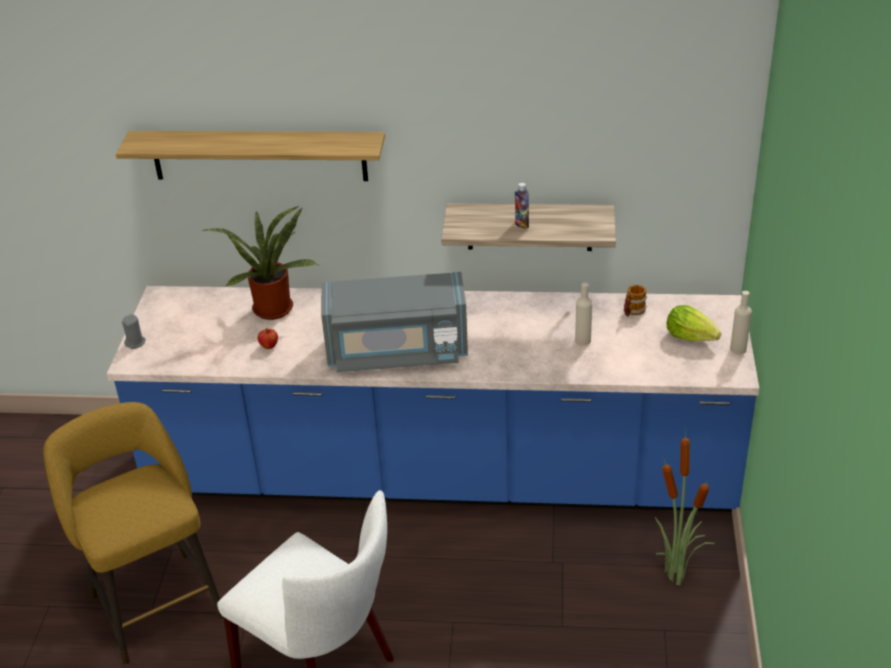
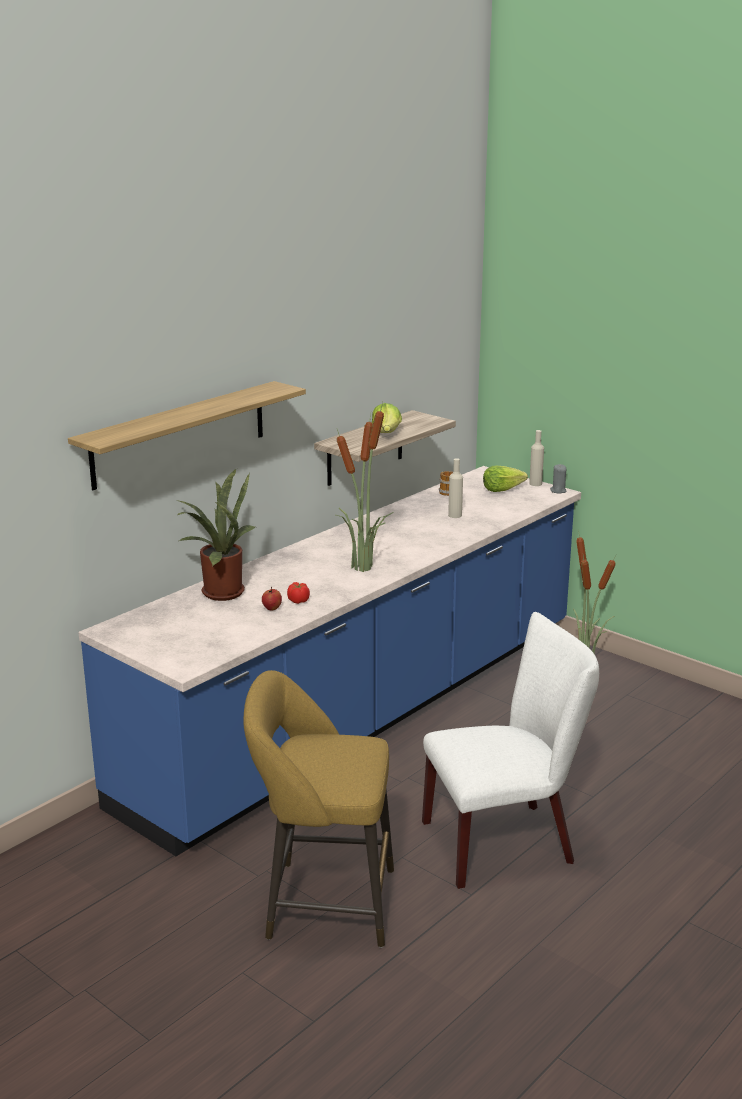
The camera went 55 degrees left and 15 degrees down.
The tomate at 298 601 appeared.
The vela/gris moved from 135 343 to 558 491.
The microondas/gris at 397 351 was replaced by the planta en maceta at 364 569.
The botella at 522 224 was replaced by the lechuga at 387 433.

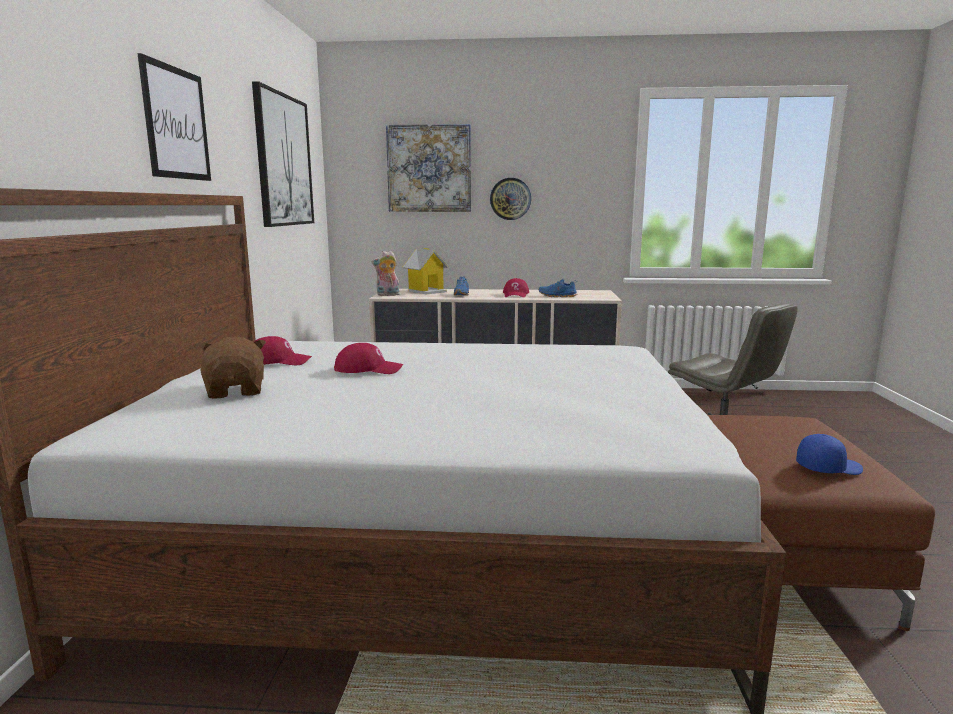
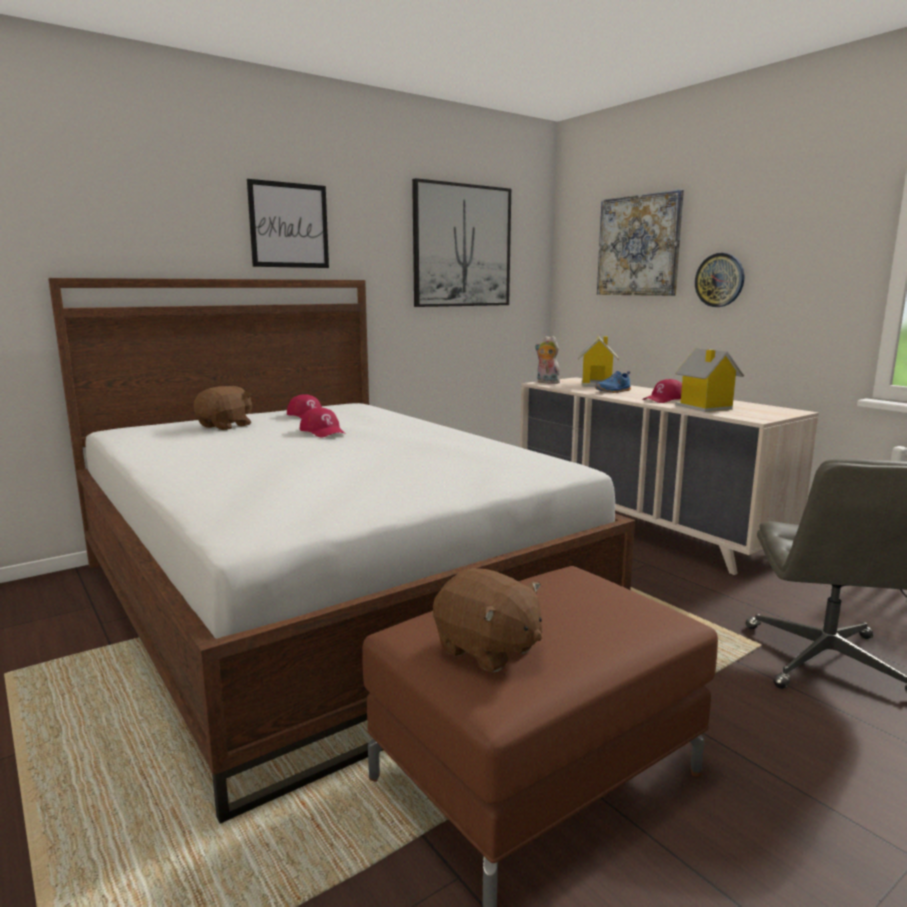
The camera went 50 degrees right and 0 degrees up.
The zapato/azul at 557 296 was replaced by the casita at 704 407.
The gorra/azul at 828 467 was replaced by the peluche/marrón at 487 649.

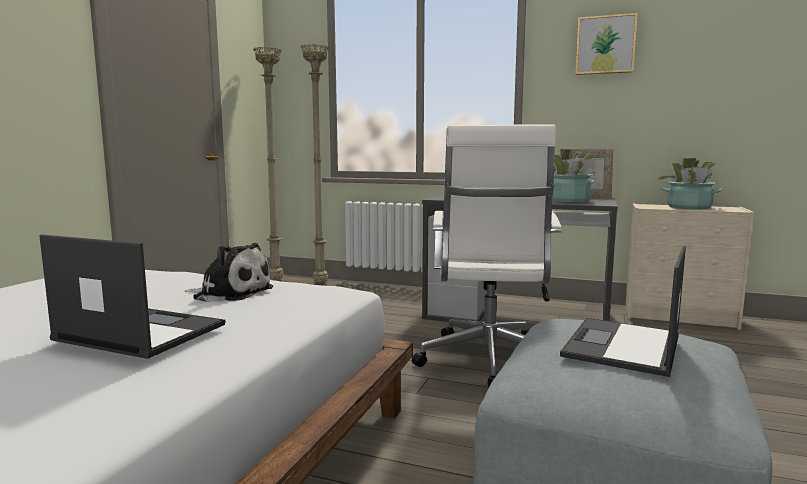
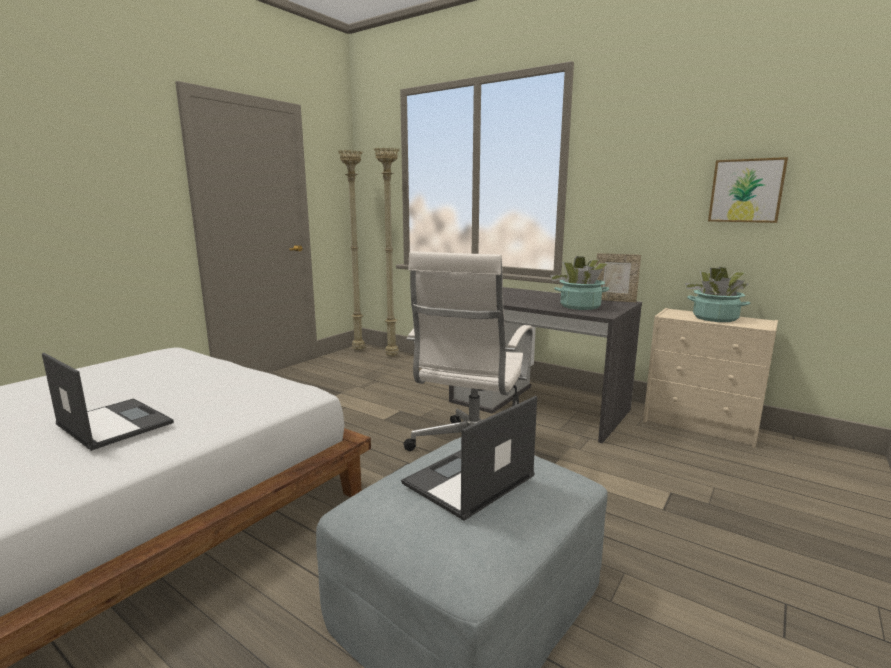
The camera went 15 degrees right and 5 degrees up.
The peluche at 230 294 disappeared.
The cuadro moved from 605 45 to 746 191.

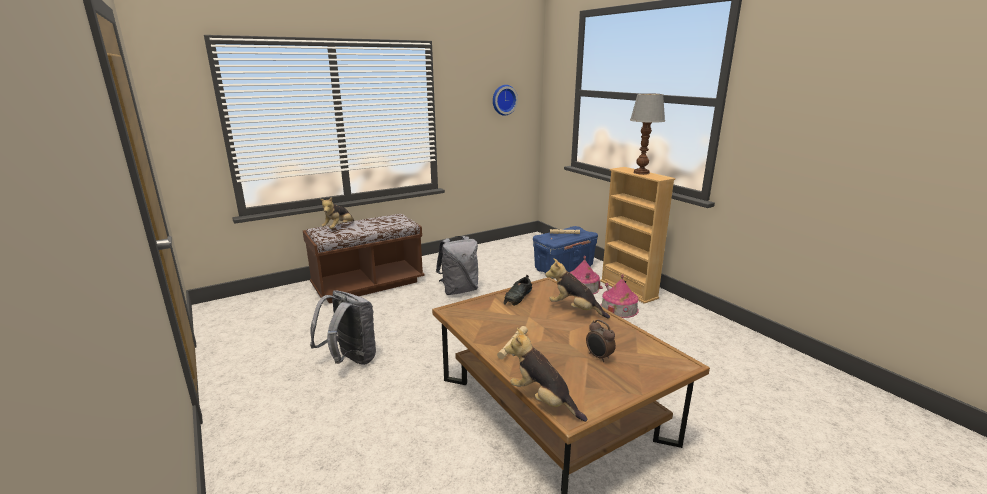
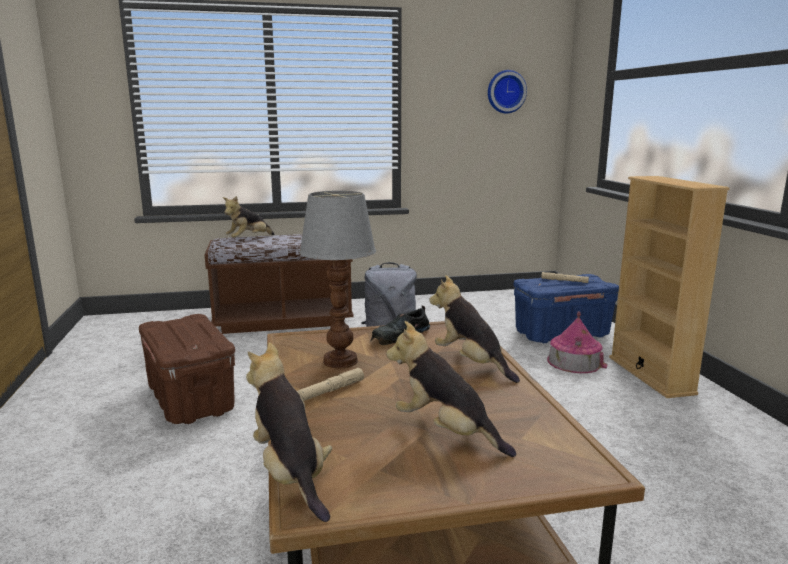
The camera went 20 degrees right and 5 degrees down.
The casita at 619 308 disappeared.
The lámpara de mesa moved from 642 172 to 341 361.
The mochila/gris at 350 360 was replaced by the caja de almacenaje/marrón at 190 399.
The despertador at 598 357 was replaced by the peluche at 446 432.

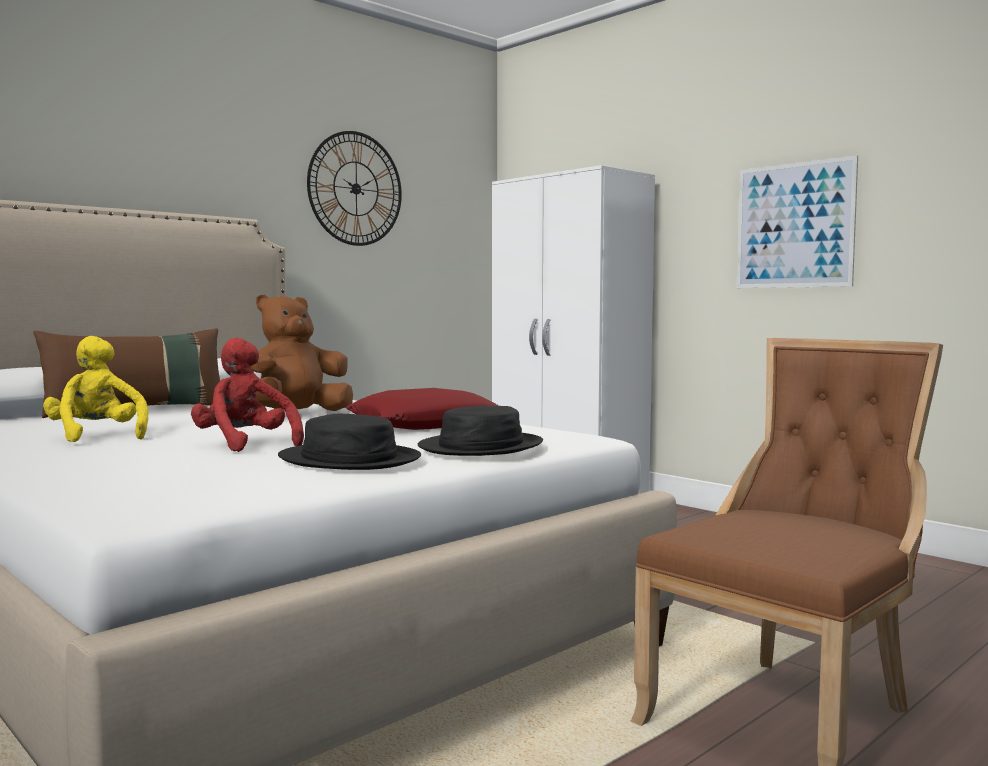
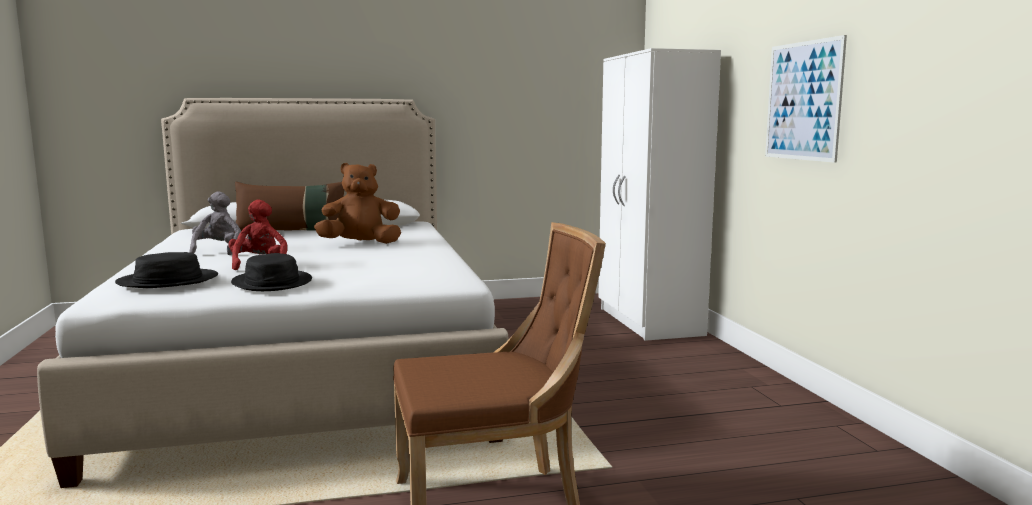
The camera went 30 degrees right and 5 degrees up.
The reloj de pared at 356 189 disappeared.
The cojín/rojo at 424 423 disappeared.
The sombrero/negro moved from 481 447 to 168 281.
The peluche/amarillo at 97 436 became the peluche/gris at 218 251.

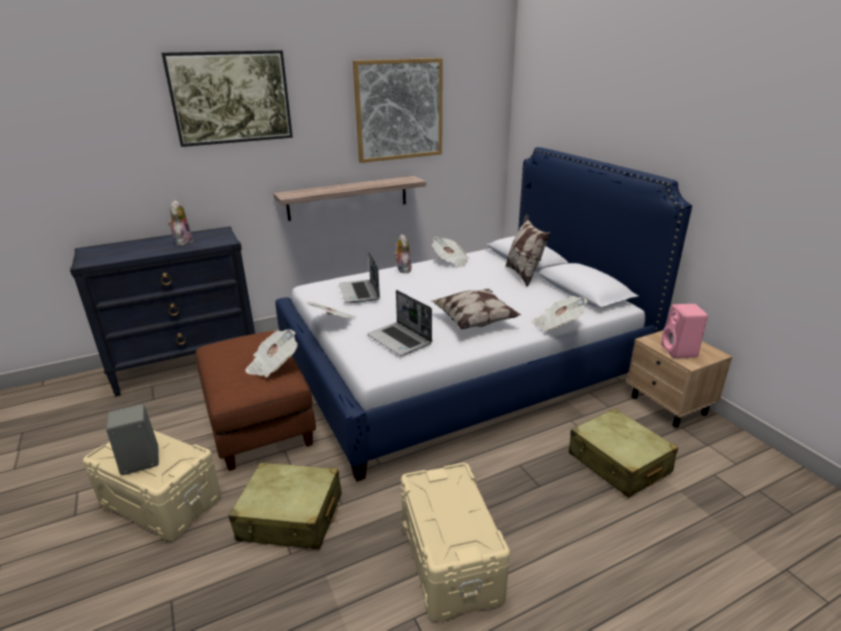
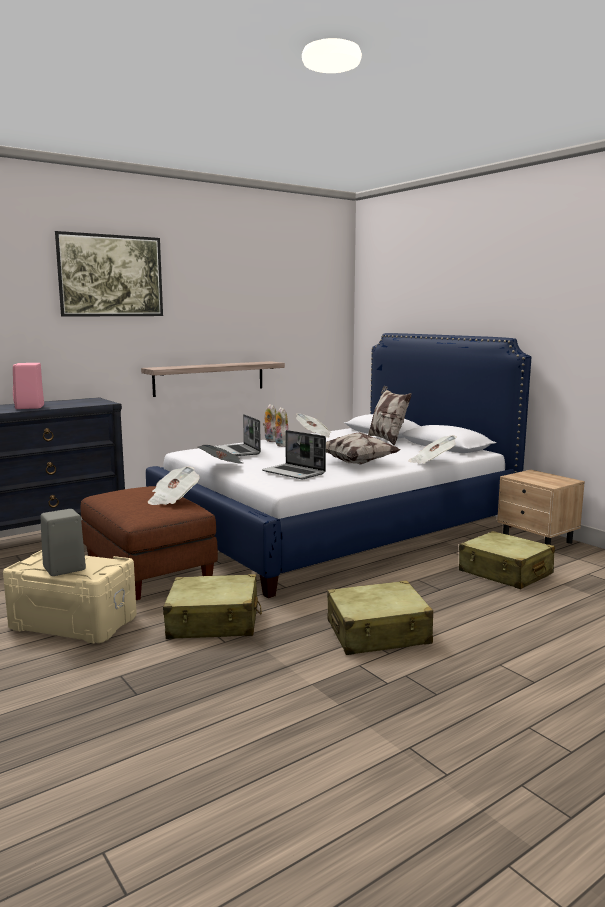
The camera went 10 degrees left and 15 degrees down.
The cuadro at 399 110 disappeared.
The peluche moved from 182 242 to 280 445.
The altavoz/rosa moved from 679 351 to 30 407.
The caja de almacenaje/beis at 451 559 was replaced by the maleta/beis at 378 633.

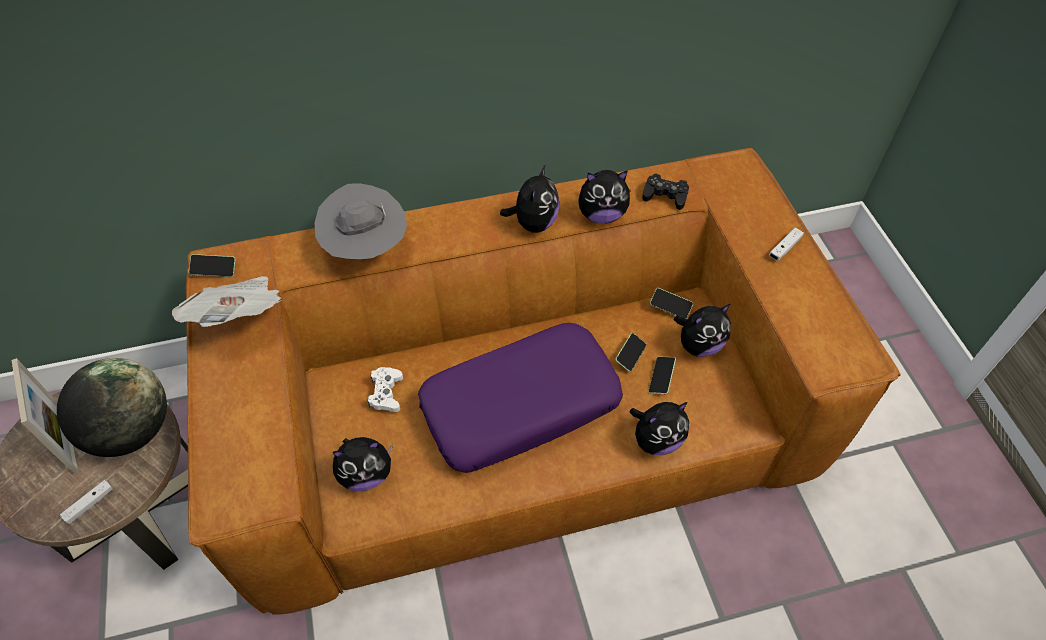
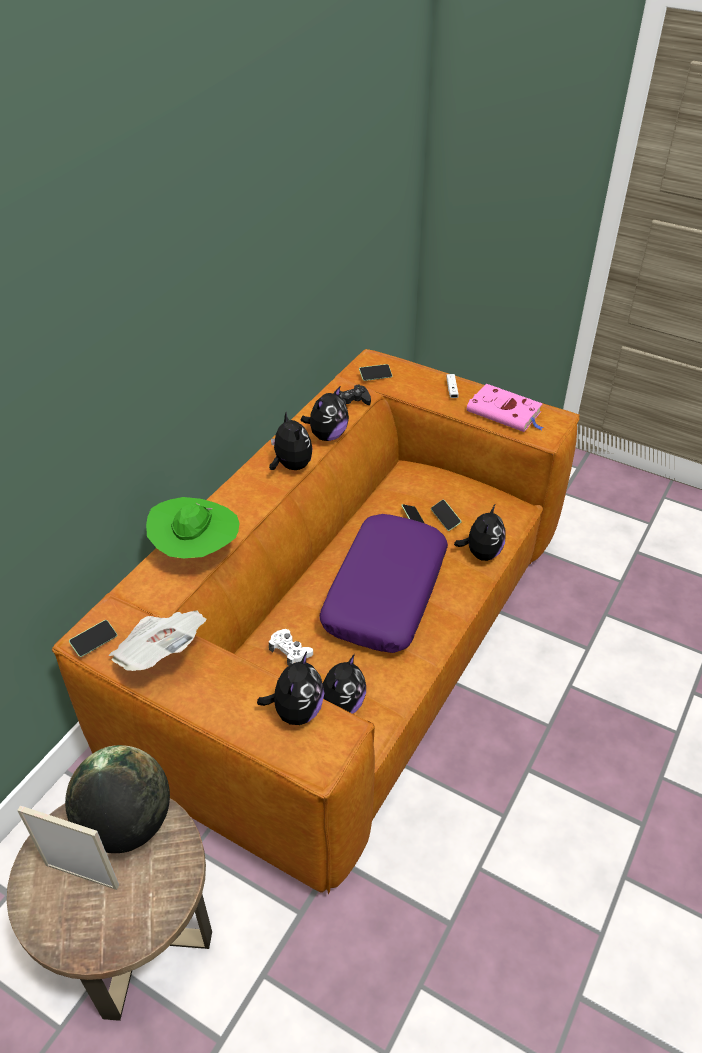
The camera went 45 degrees left and 10 degrees down.
The mando de consola/blanco at 90 504 disappeared.
The libro/rosa at 506 413 appeared.
The móvil moved from 670 307 to 375 376.
The peluche moved from 699 345 to 296 711.
The sombrero/gris at 366 249 became the sombrero/verde at 197 552.

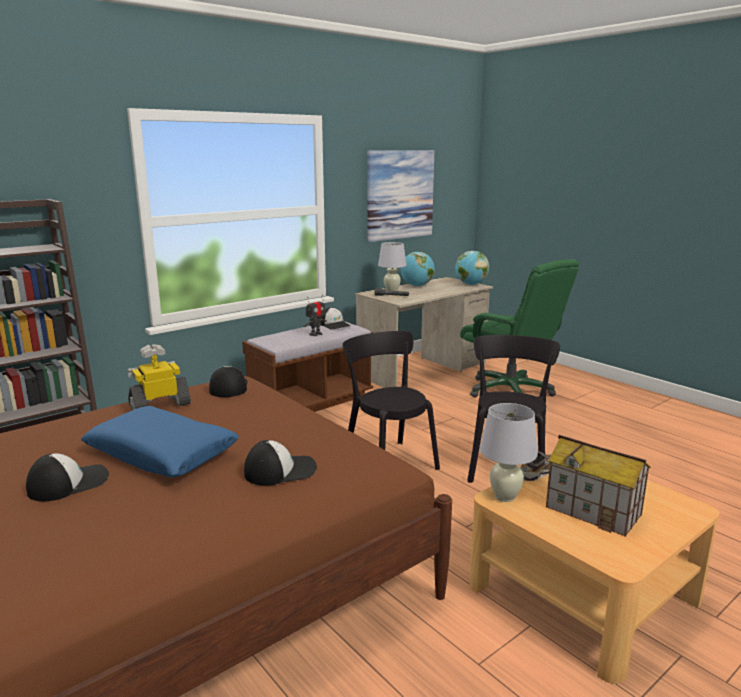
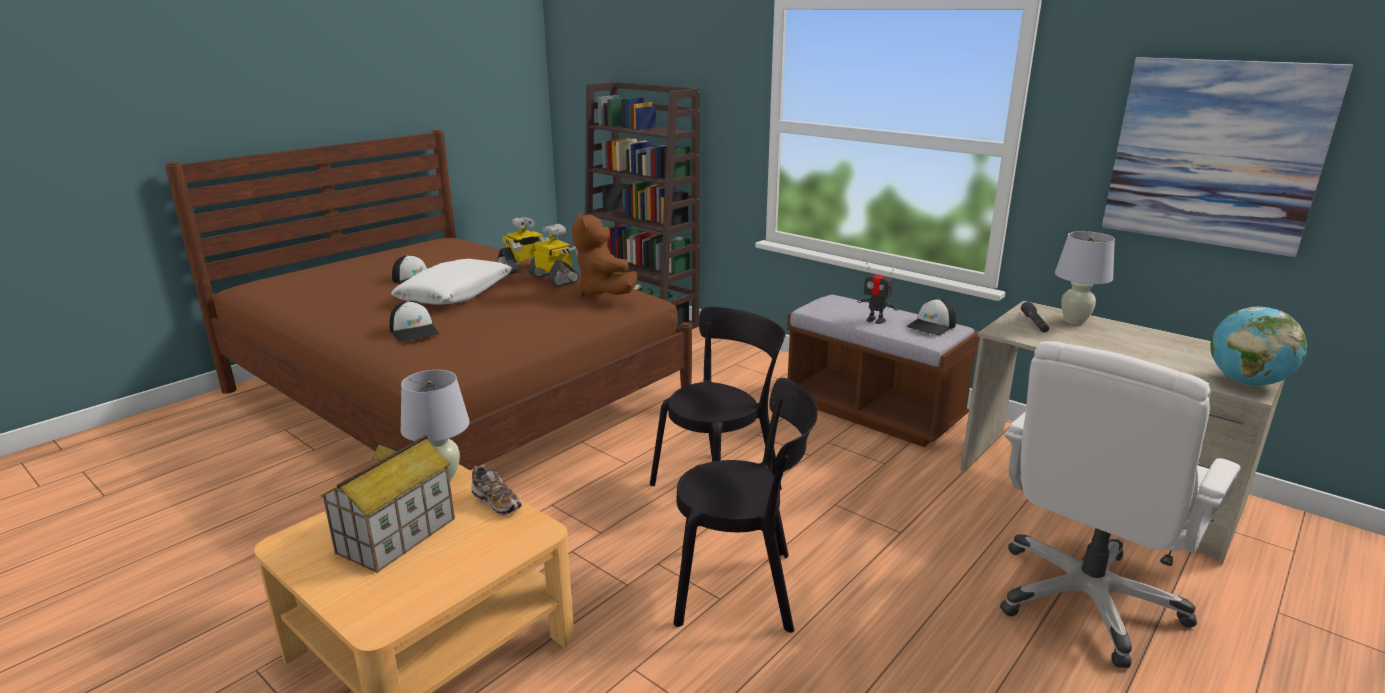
The camera went 80 degrees right and 5 degrees up.
The globo terráqueo at 417 286 disappeared.
The robot de juguete at 525 268 appeared.
The gorra at 228 387 was replaced by the peluche/marrón at 604 293.
The cojín/azul at 162 453 became the cojín/blanco at 456 294.
The silla de oficina/verde at 510 391 became the silla de oficina/blanco at 1086 600.

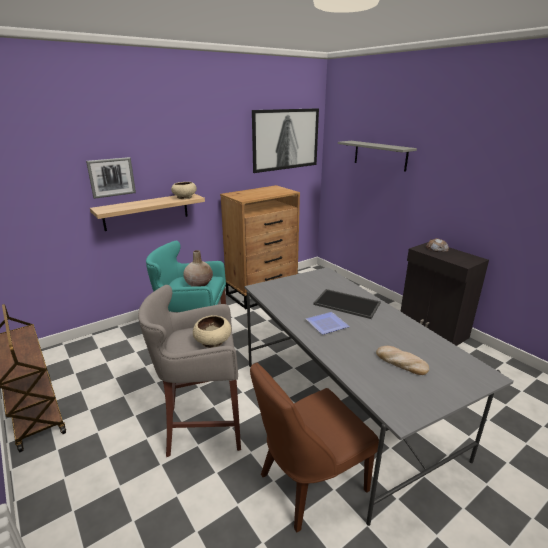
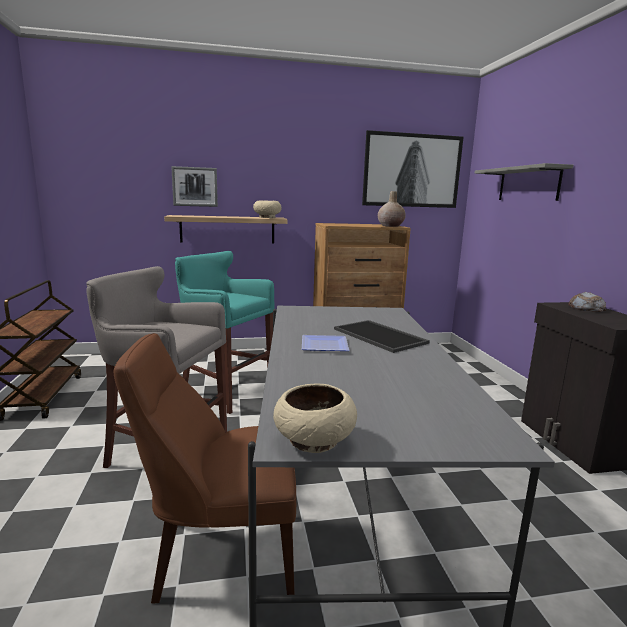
The camera went 25 degrees right and 10 degrees down.
The pan at 401 362 disappeared.
The florero/beis moved from 199 284 to 390 226.
The cuenco/beis moved from 212 342 to 313 441.

